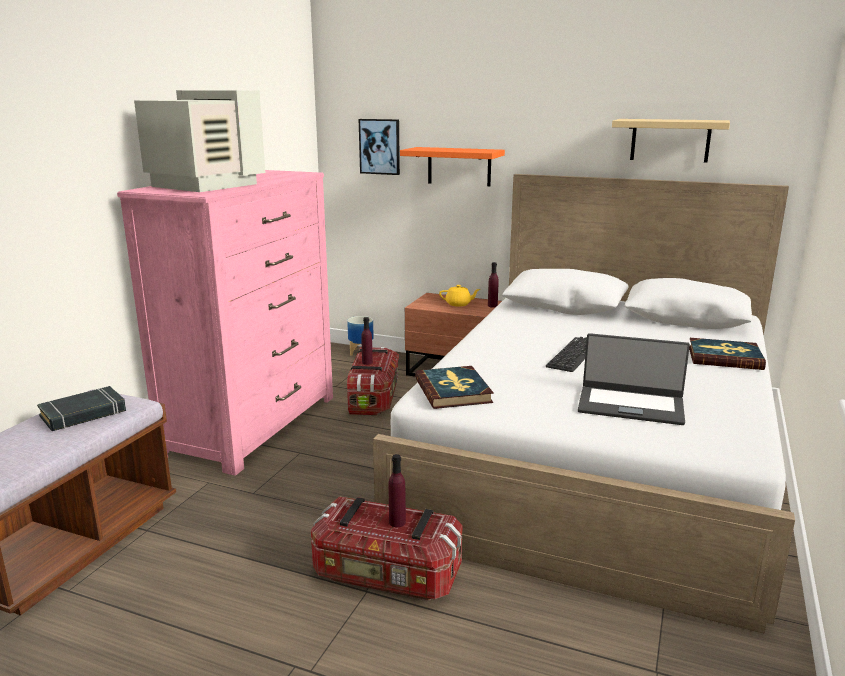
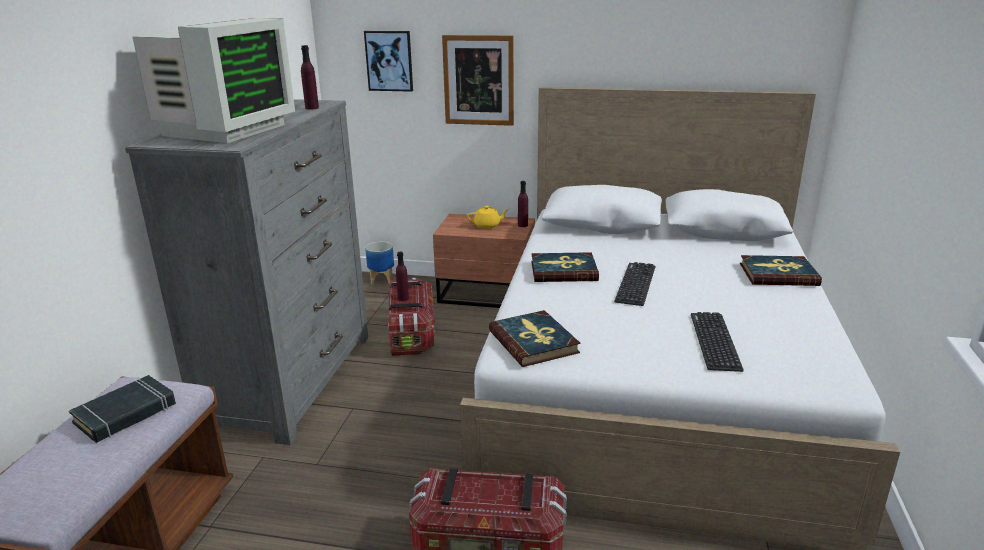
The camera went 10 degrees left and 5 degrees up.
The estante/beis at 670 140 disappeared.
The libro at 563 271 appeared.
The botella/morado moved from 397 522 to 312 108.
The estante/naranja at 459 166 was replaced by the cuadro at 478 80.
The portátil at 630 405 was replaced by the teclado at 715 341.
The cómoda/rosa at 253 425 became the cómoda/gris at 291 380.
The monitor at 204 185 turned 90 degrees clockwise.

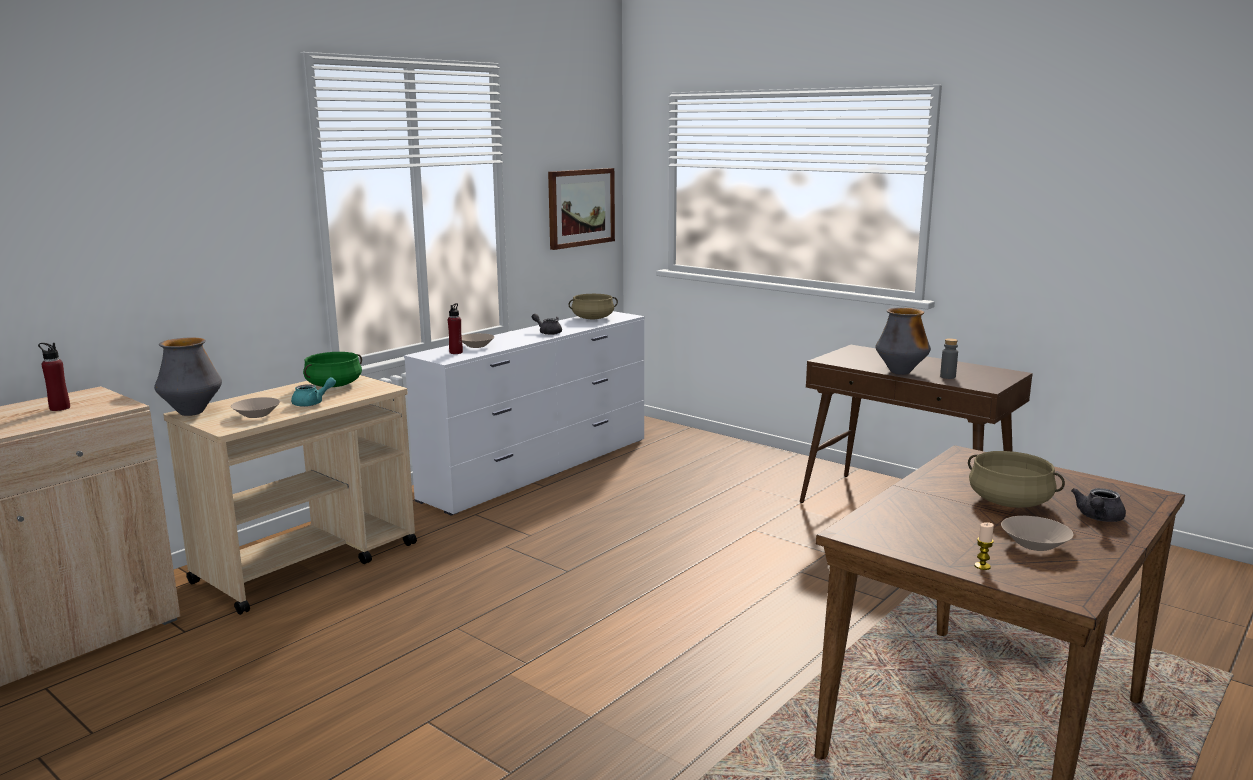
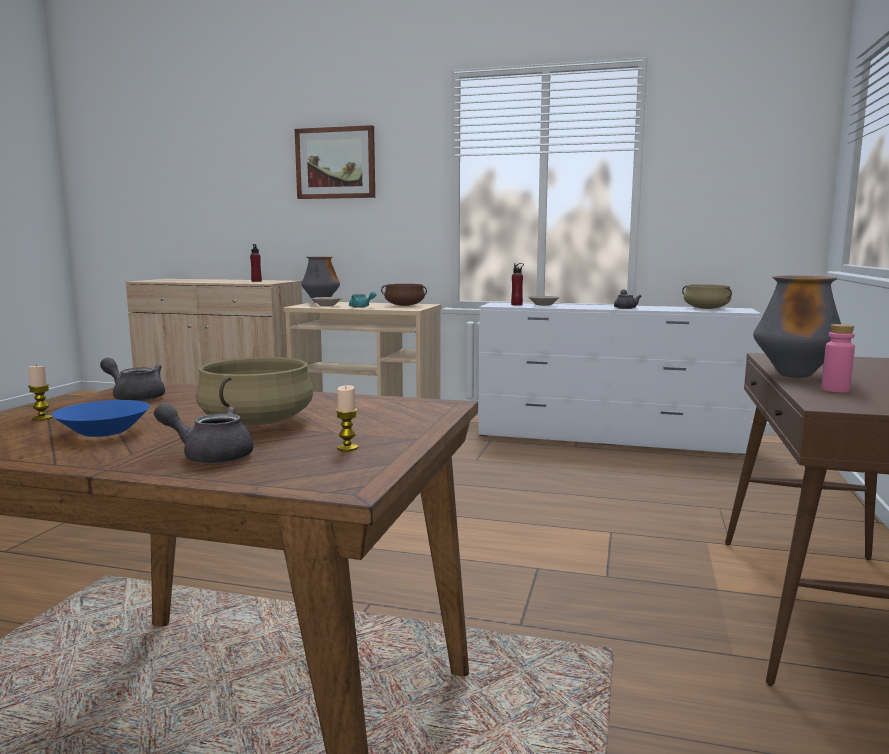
The camera went 65 degrees right and 5 degrees down.
The tetera/gris at 135 397 appeared.
The vela at 347 448 appeared.
The cuadro moved from 581 207 to 335 163.
The olla/verde at 334 385 became the olla/marrón at 404 305.
The botella/gris at 947 377 became the botella/rosa at 835 390.
The cuenco/beis at 1035 545 became the cuenco/azul at 104 432.

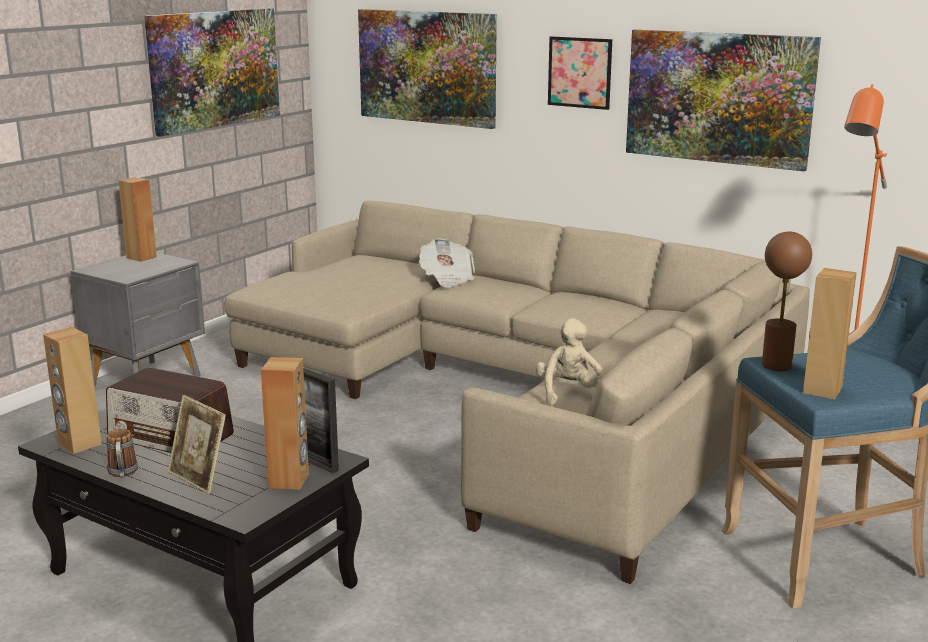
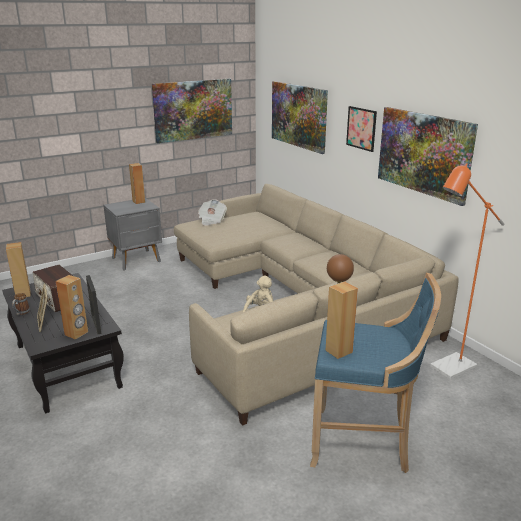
The camera went 25 degrees right and 5 degrees up.
The periódico moved from 447 278 to 211 220.

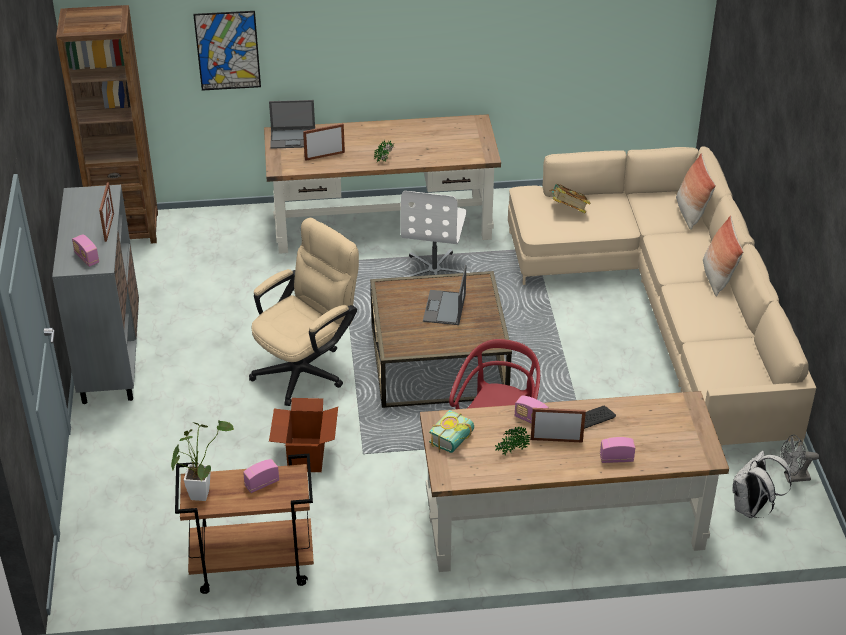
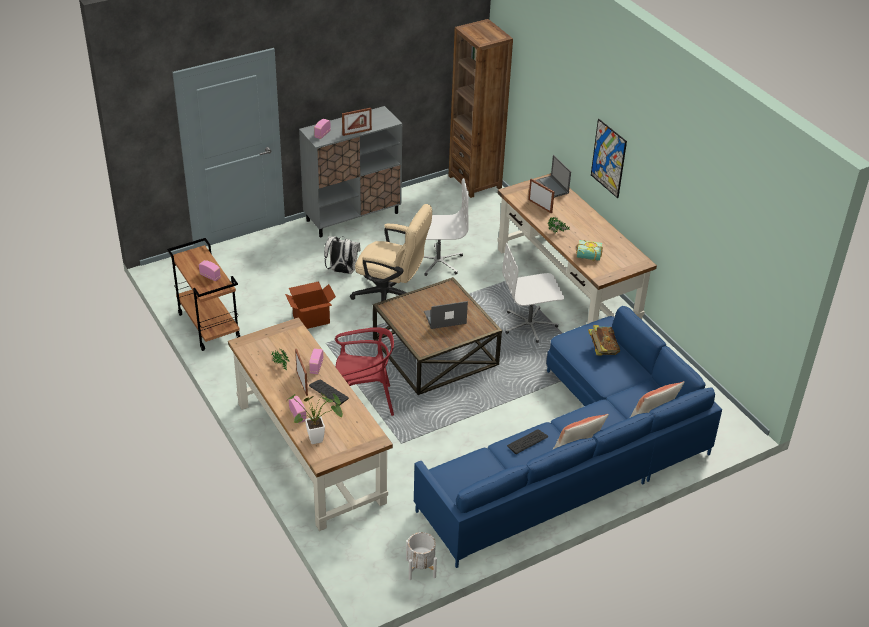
The camera went 65 degrees right and 0 degrees up.
The silla de oficina/blanco at 438 261 appeared.
The teclado at 527 442 appeared.
The planta en maceta moved from 201 491 to 319 439.
The cuadro moved from 227 50 to 608 158.
The libro moved from 455 441 to 588 257.
The mochila/blanco moved from 752 509 to 342 271.
The ventilador/gris at 793 477 was replaced by the maceta/blanco at 421 568.
The sofá/beis at 665 308 became the sofá/azul at 575 455.

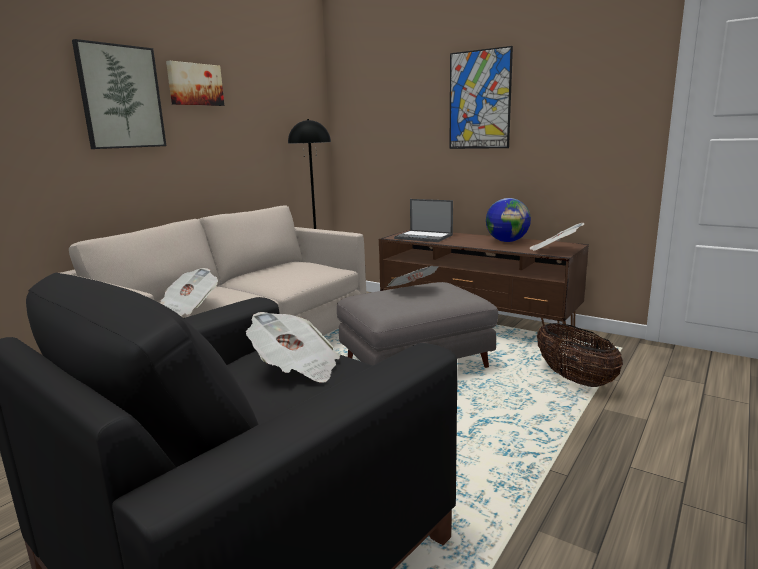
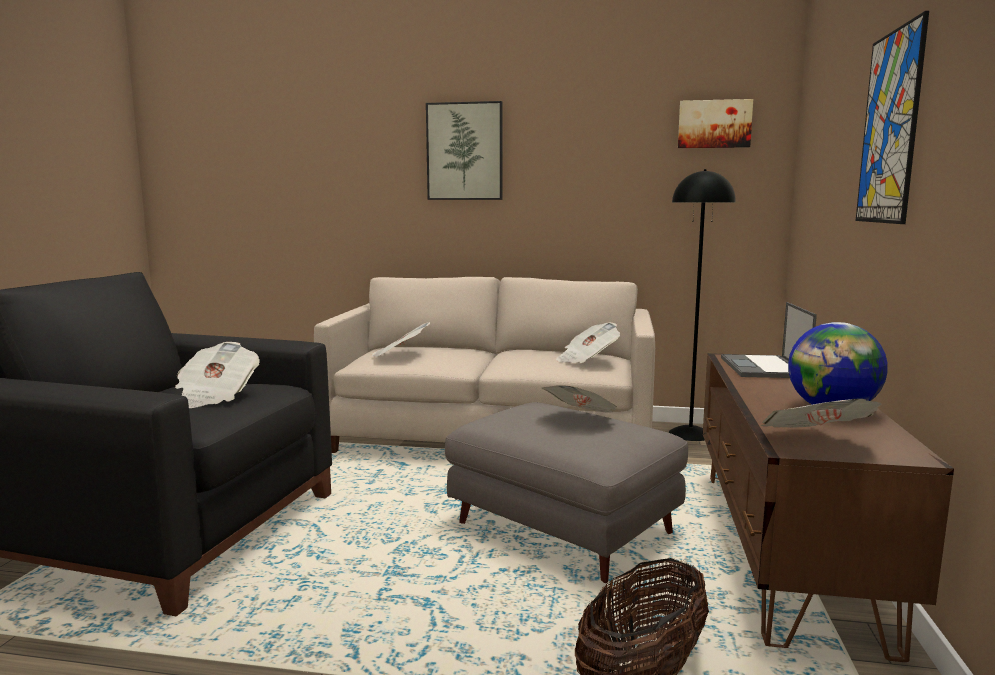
The camera went 65 degrees right and 5 degrees down.
The periódico at 587 359 appeared.
The cuadro moved from 194 84 to 714 124.

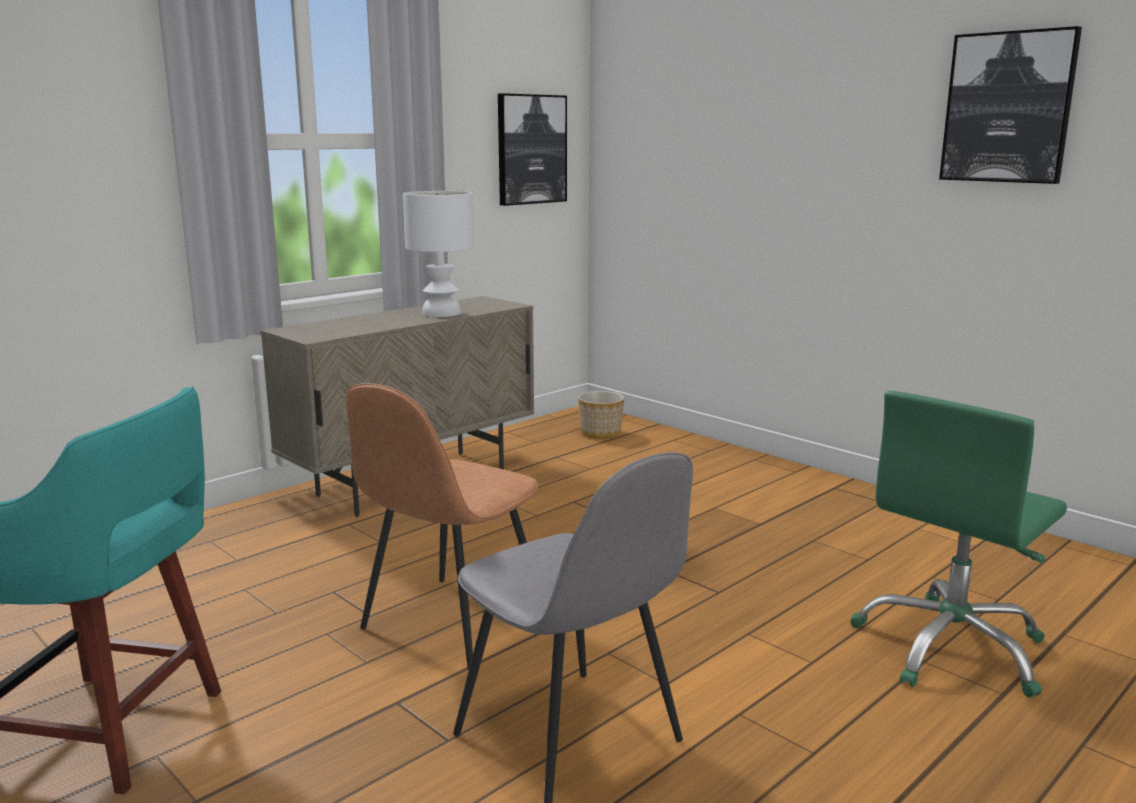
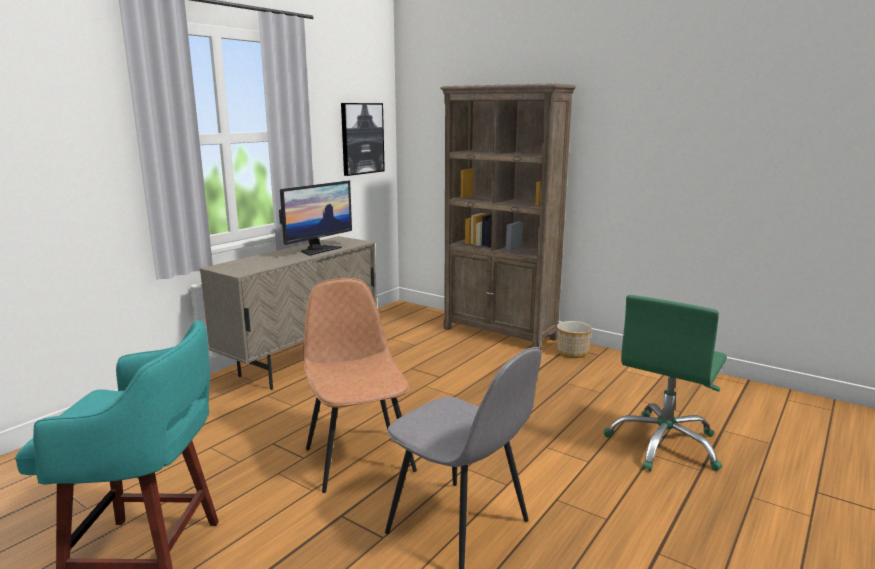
The camera went 10 degrees left and 0 degrees up.
The cuadro at 1008 107 disappeared.
The estantería/marrón at 500 334 appeared.
The maceta moved from 600 433 to 572 353.
The lámpara de mesa/blanco at 442 313 was replaced by the monitor at 318 250.
The silla/marrón at 451 623 turned 135 degrees clockwise.

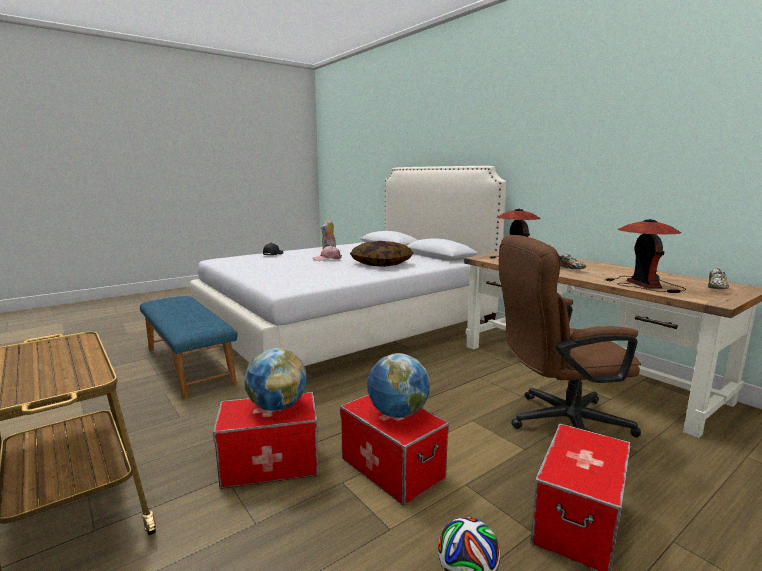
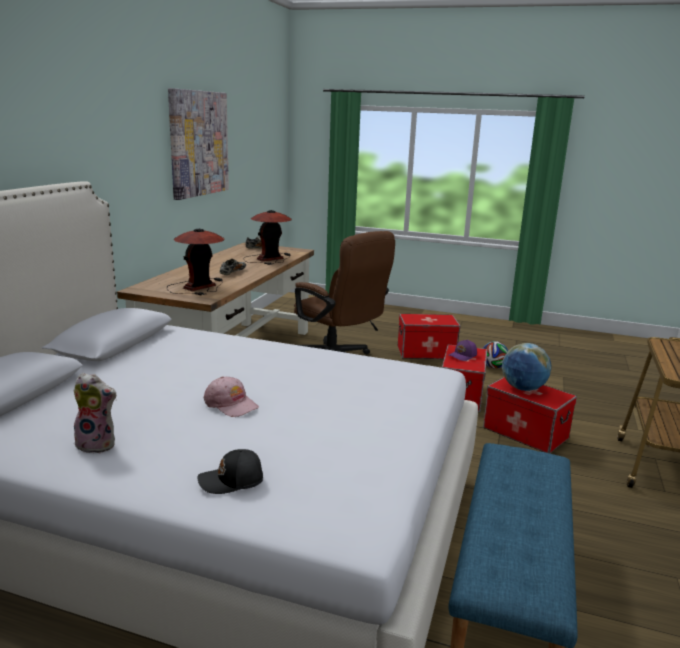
The camera went 125 degrees left and 5 degrees up.
The cojín at 381 264 disappeared.
The cuadro at 198 143 appeared.
The globo terráqueo at 398 413 was replaced by the gorra/morado at 463 356.

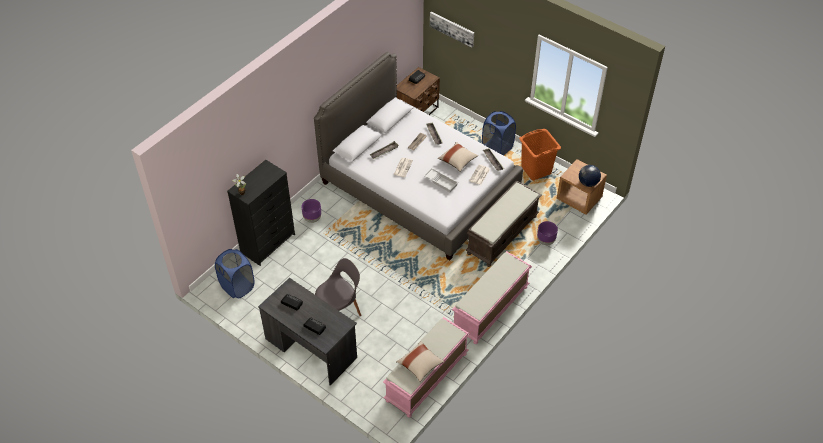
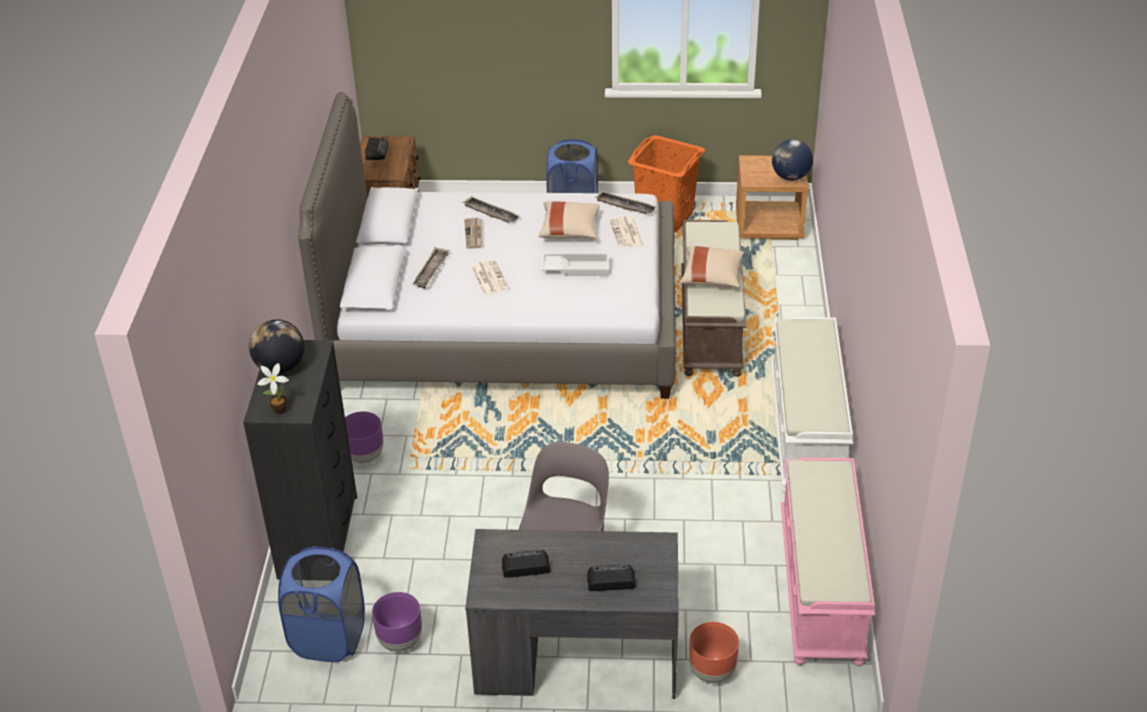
The camera went 35 degrees left and 10 degrees down.
The cuadro at 452 28 disappeared.
The globo terráqueo at 280 367 appeared.
The maceta/marrón at 712 672 appeared.
The cojín/beis moved from 420 365 to 711 277.
The maceta/morado moved from 545 241 to 399 641.
The banco/rosa at 490 309 became the banco/blanco at 807 432.

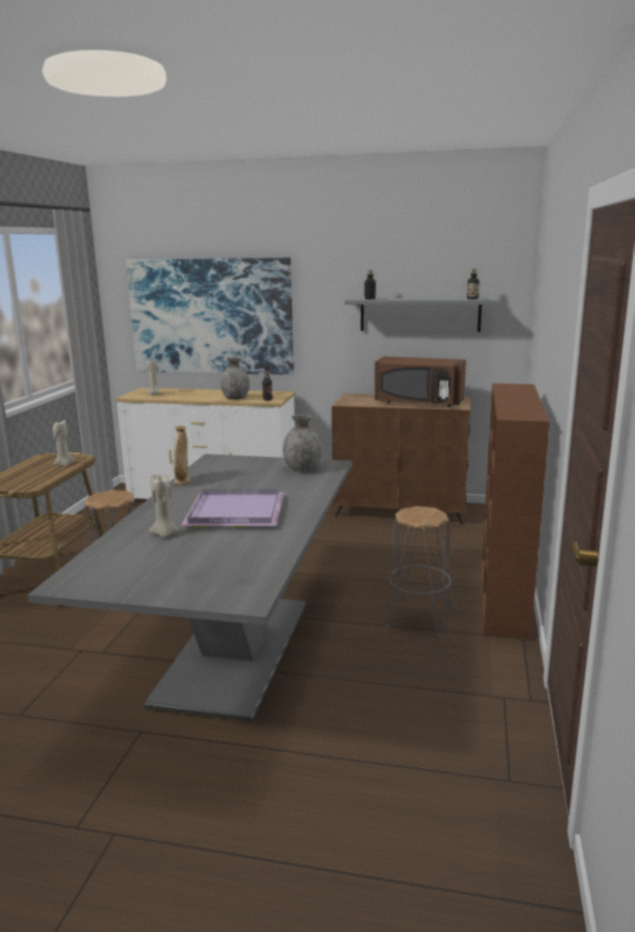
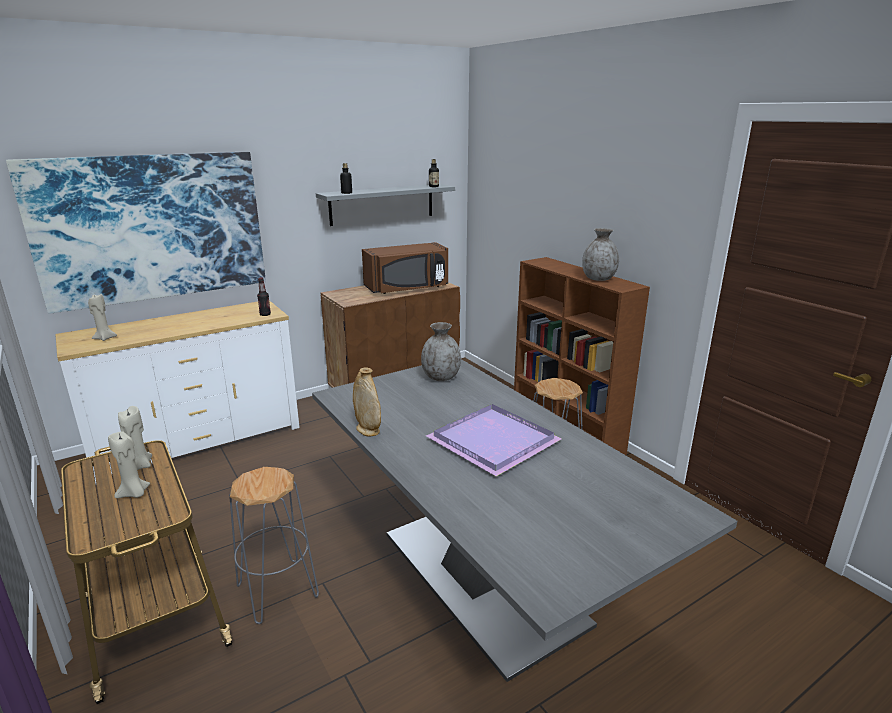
The camera went 45 degrees left and 5 degrees up.
The vela/beis moved from 164 534 to 134 494.
The florero/gris moved from 235 398 to 598 279.

